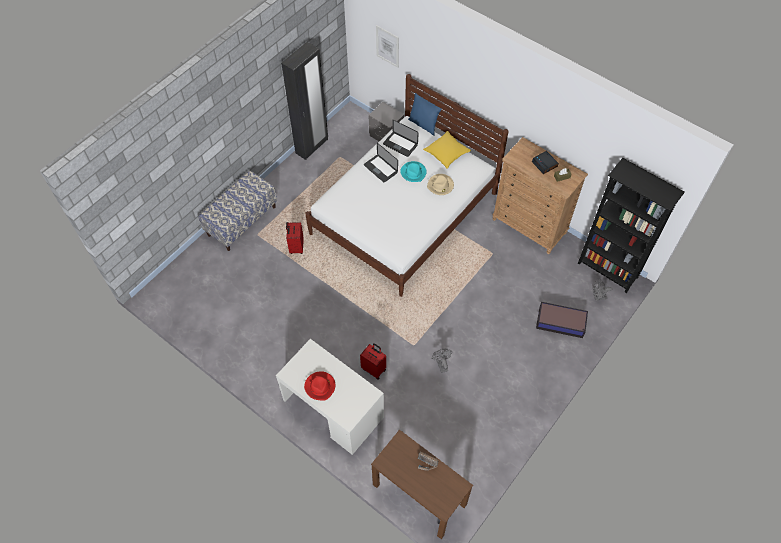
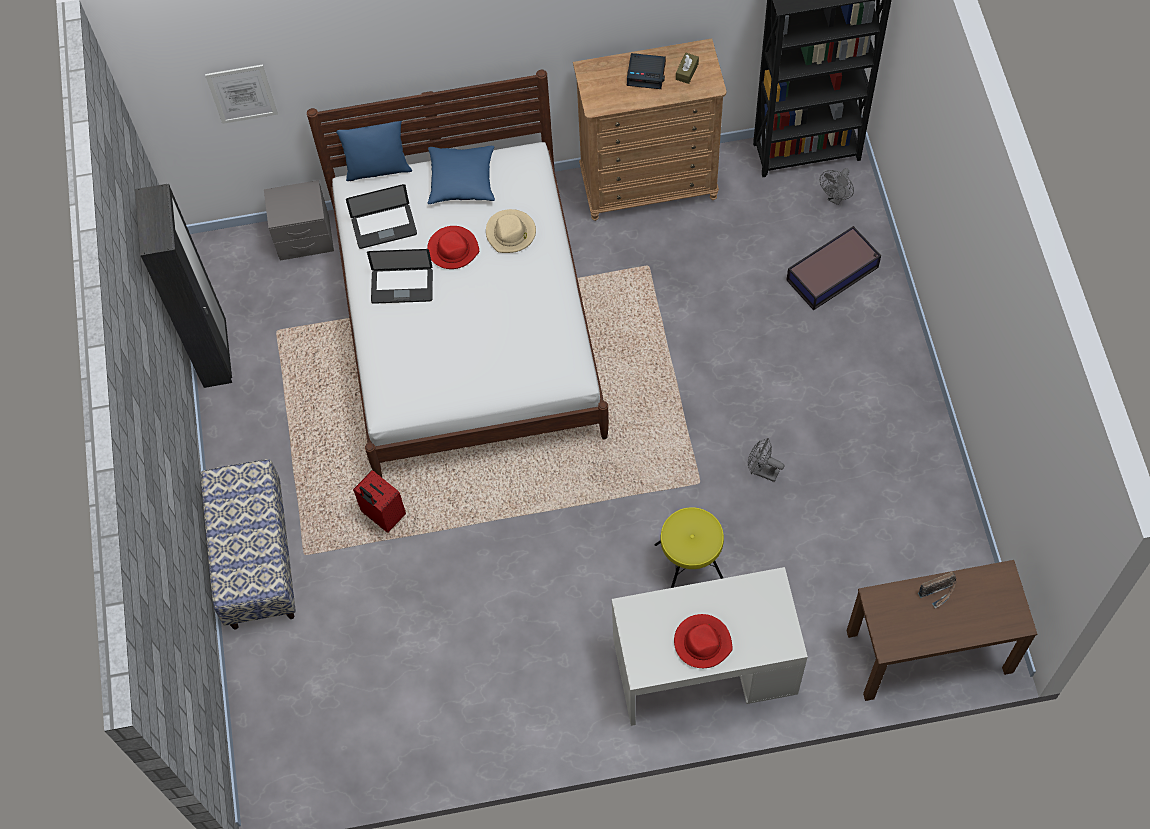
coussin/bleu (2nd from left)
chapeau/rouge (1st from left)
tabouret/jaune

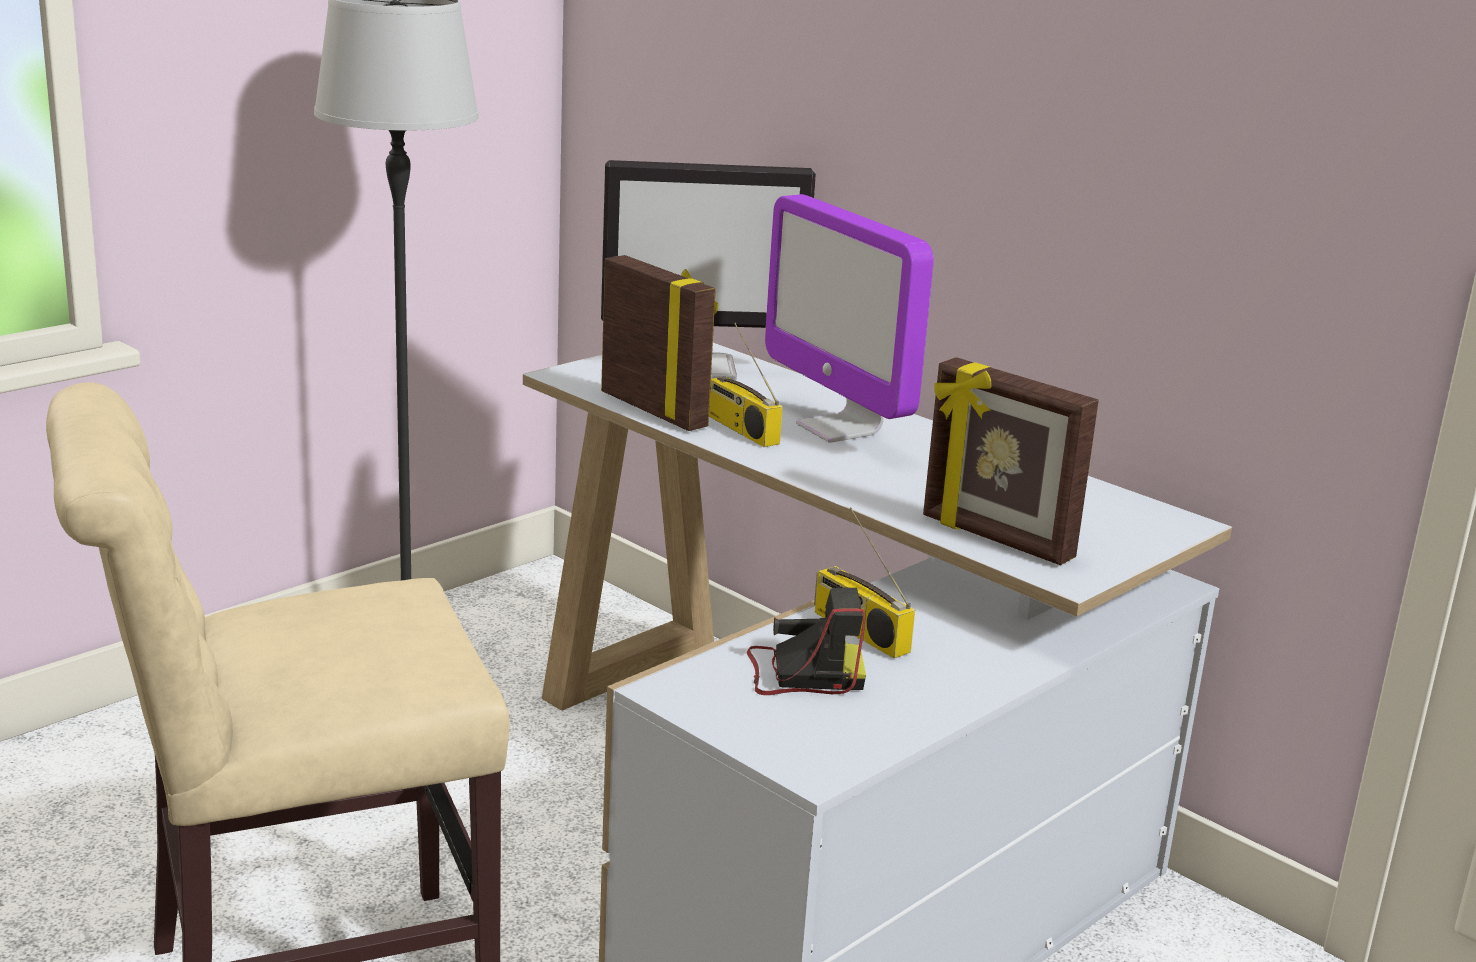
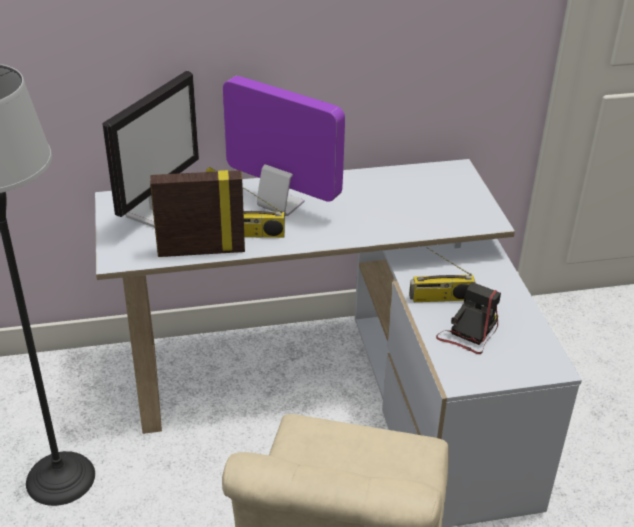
écran d'ordinateur (2nd from left)
cadre photo (2nd from left in the first image)

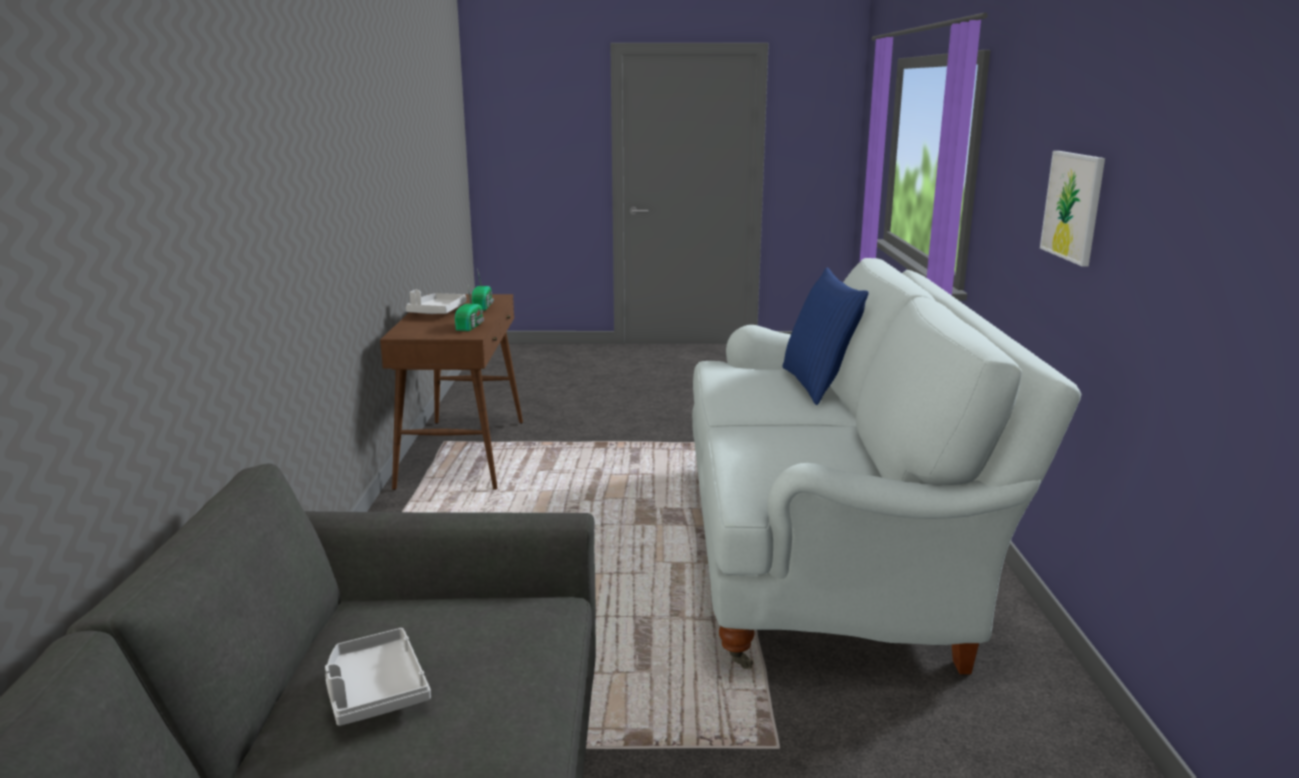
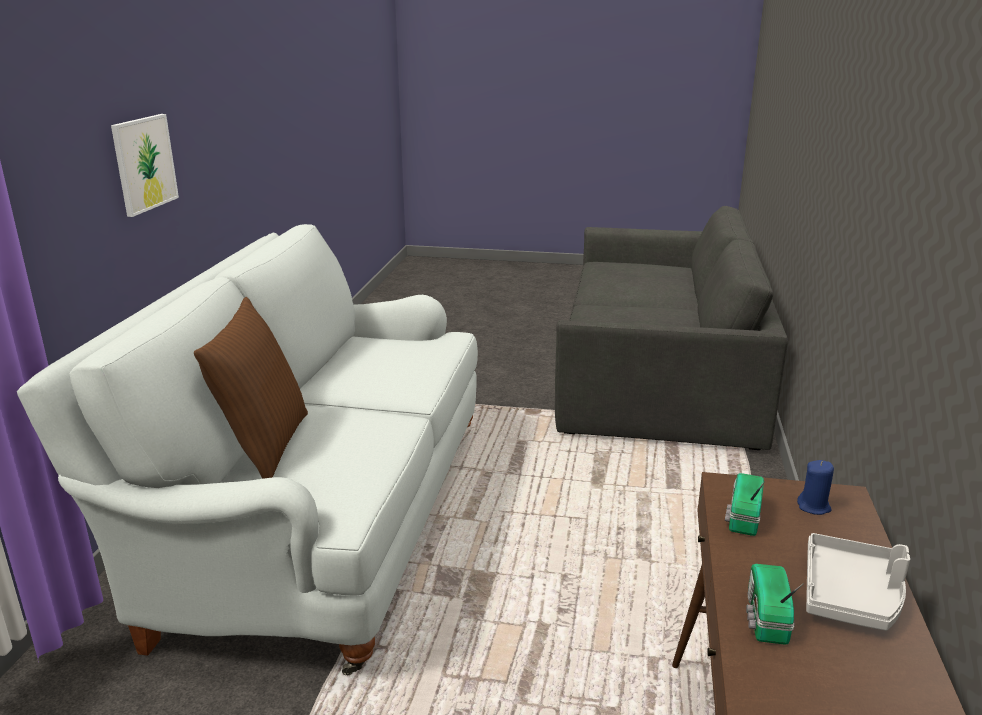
coussin/marron
plateau/gris (1st from left in the first image)
bougie/bleu

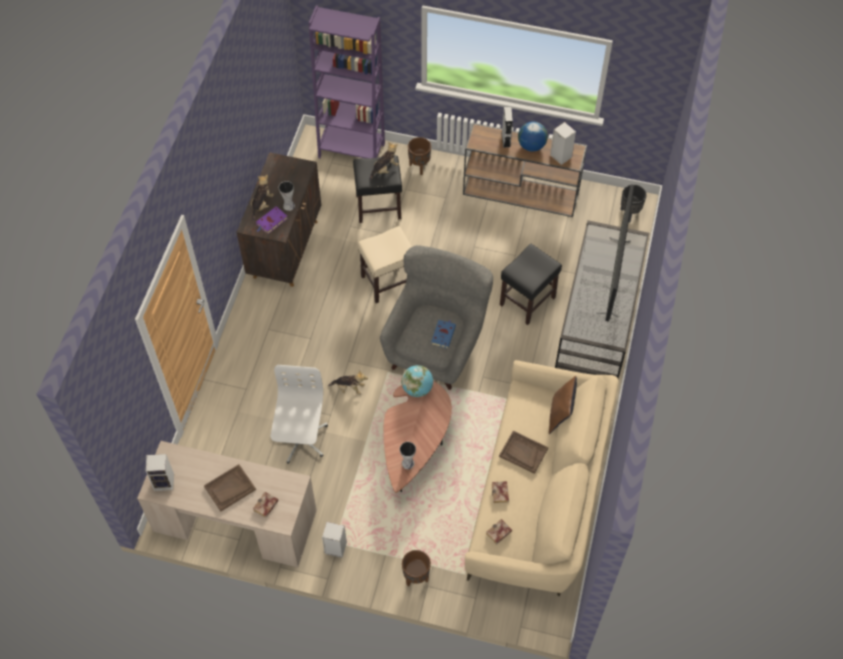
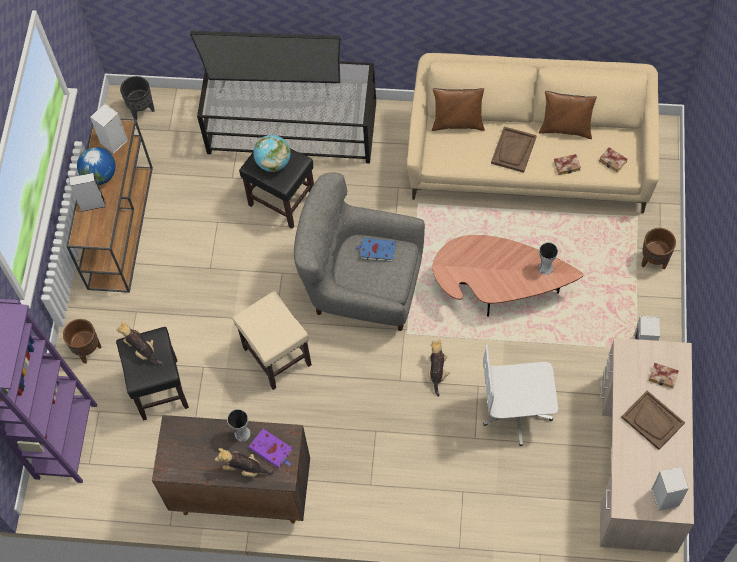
globe (2nd from left)
coussin/marron (2nd from left)

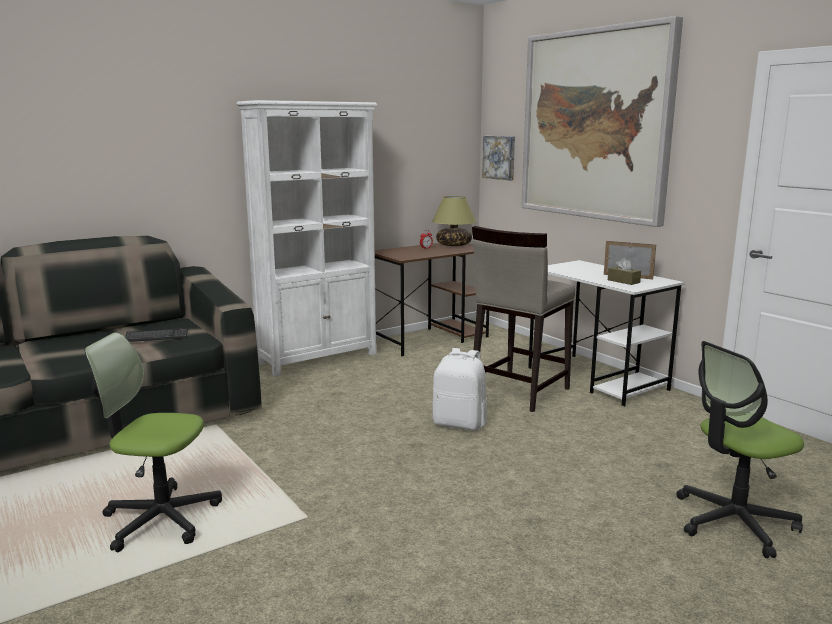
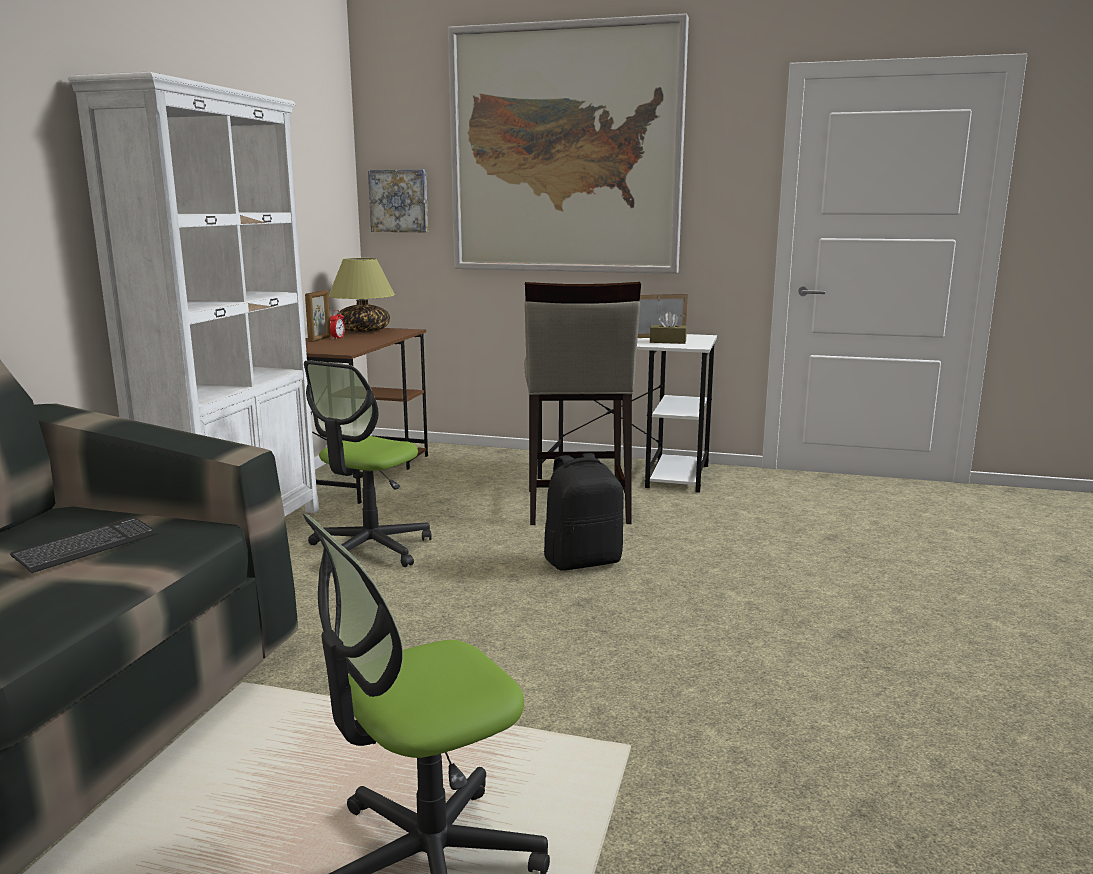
chaise de bureau (1st from left)
sac à dos/noir
cadre photo (1st from left)

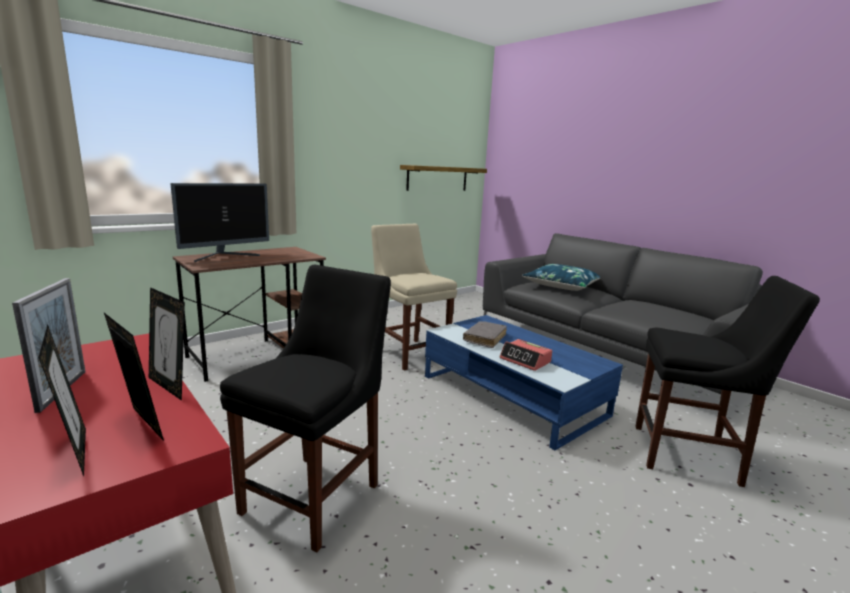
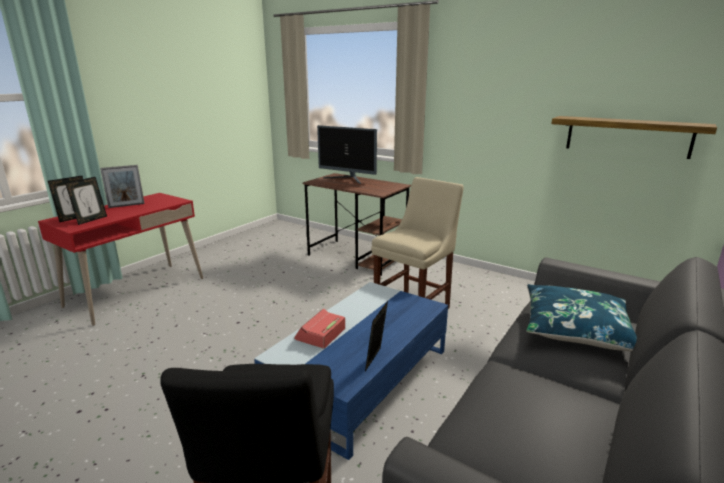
chaise/noir (1st from left in the first image)
cadre photo (4th from left)
livre/gris

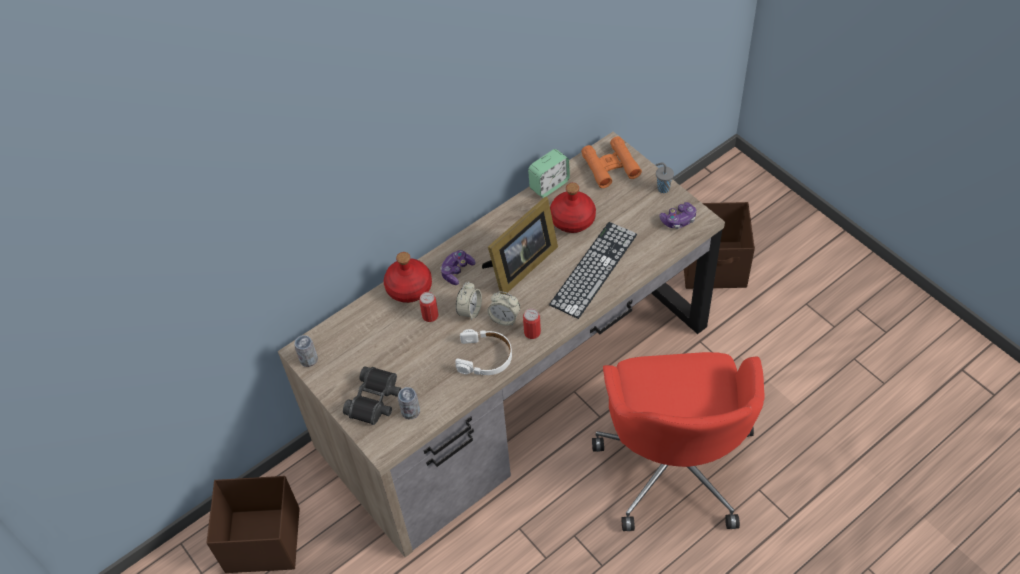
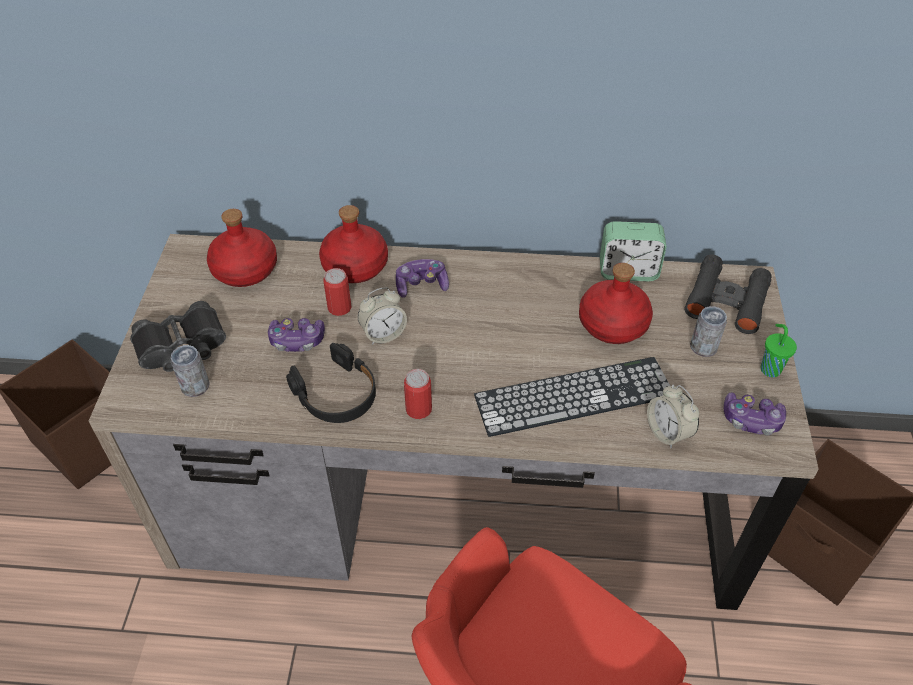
jumelles/noir (2nd from left)
tasse/vert
cadre photo
réveil (3rd from left)
casque audio/noir
boîte métallique (4th from left)
bouteille/rouge (1st from left)
manette (1st from left)

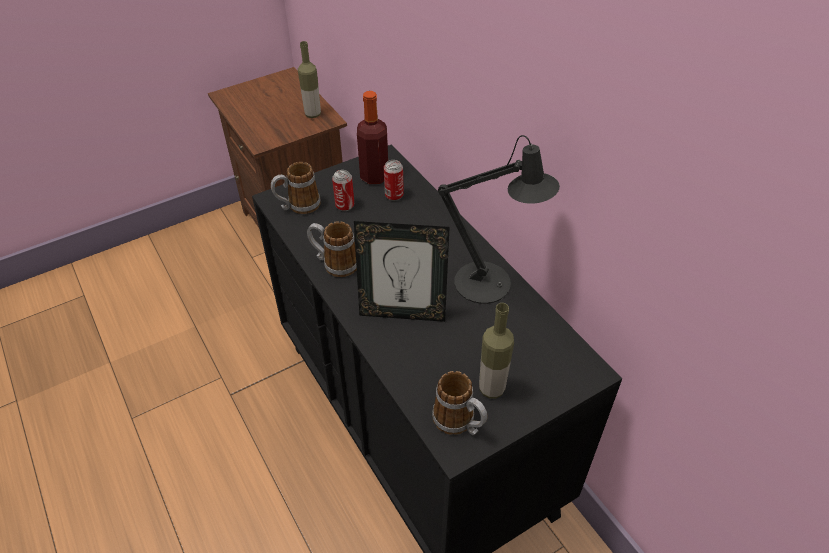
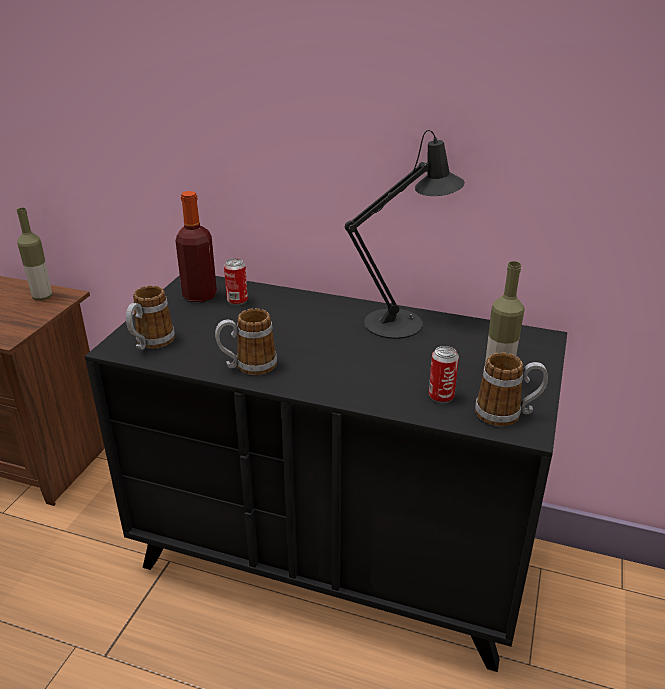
boîte métallique (2nd from left)
cadre photo

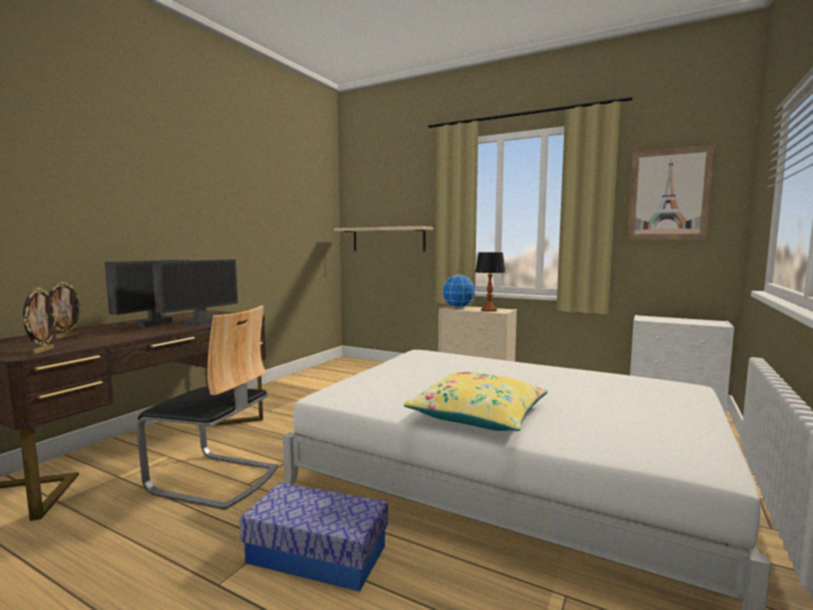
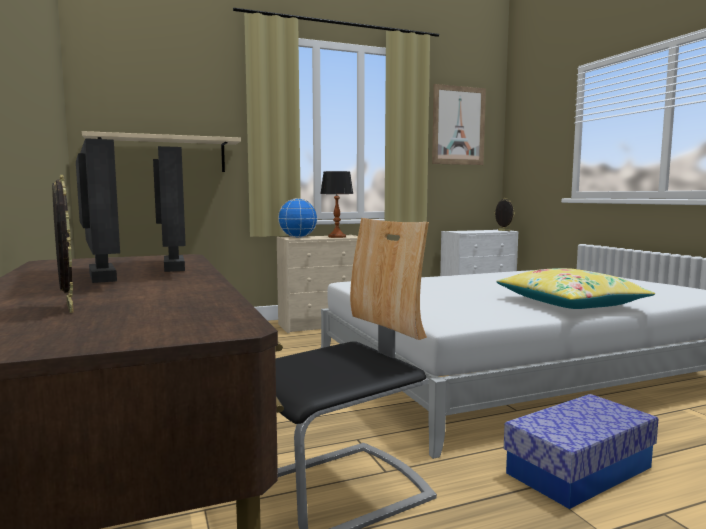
cadre photo (2nd from left)

